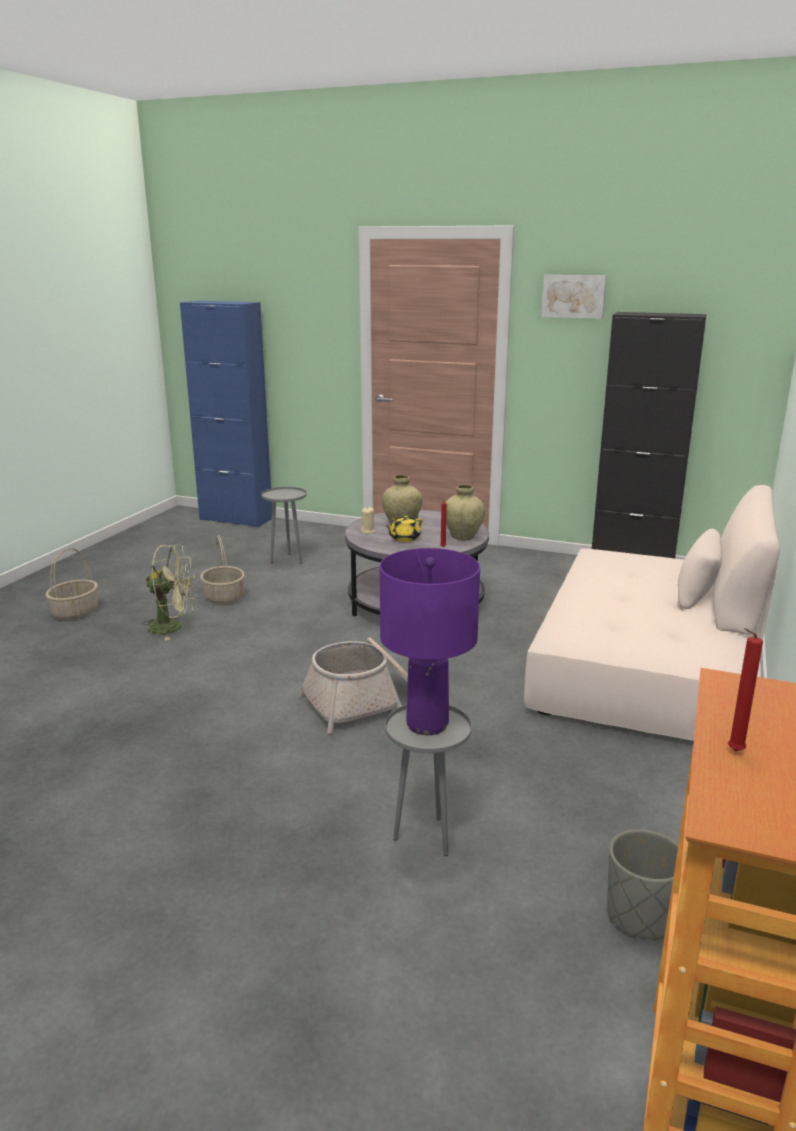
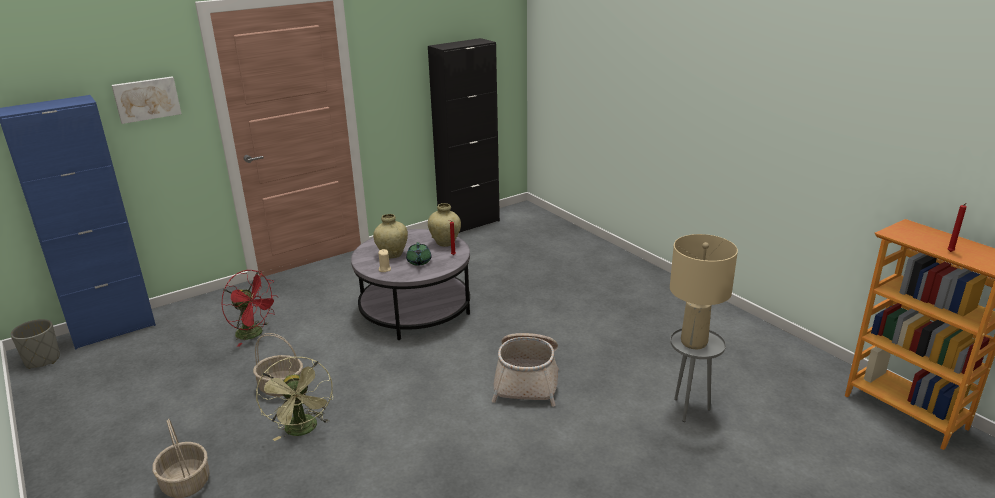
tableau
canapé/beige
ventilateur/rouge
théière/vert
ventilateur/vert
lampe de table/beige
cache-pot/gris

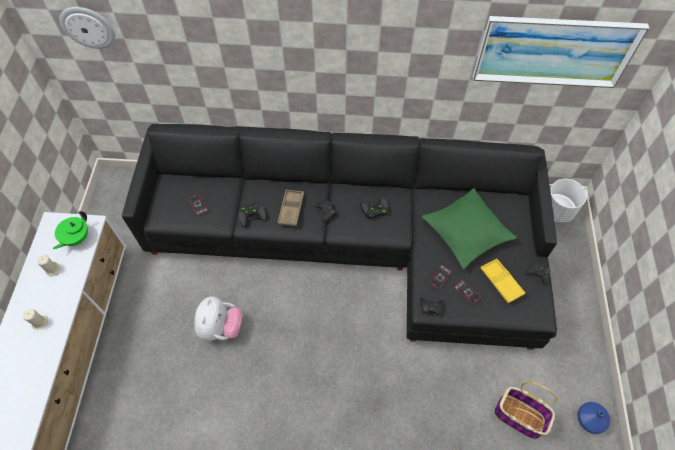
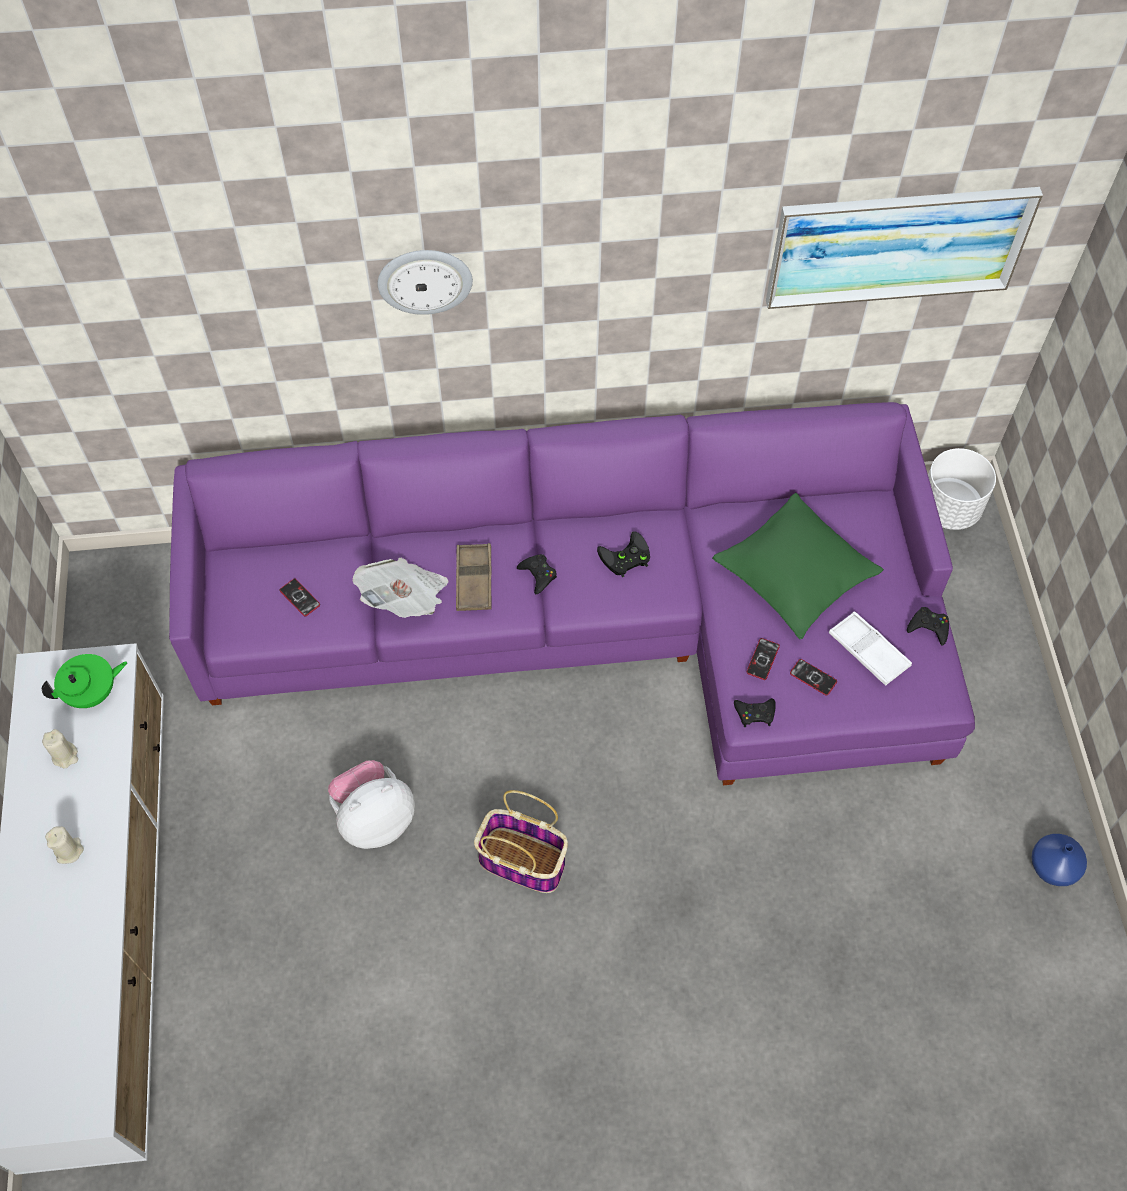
horloge murale
canapé/violet
journal
théière/vert
plateau/blanc
peluche
panier

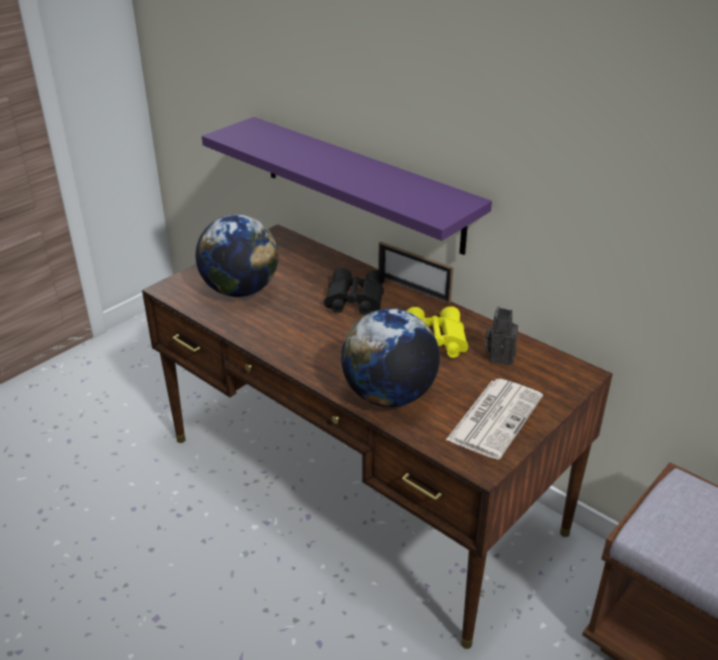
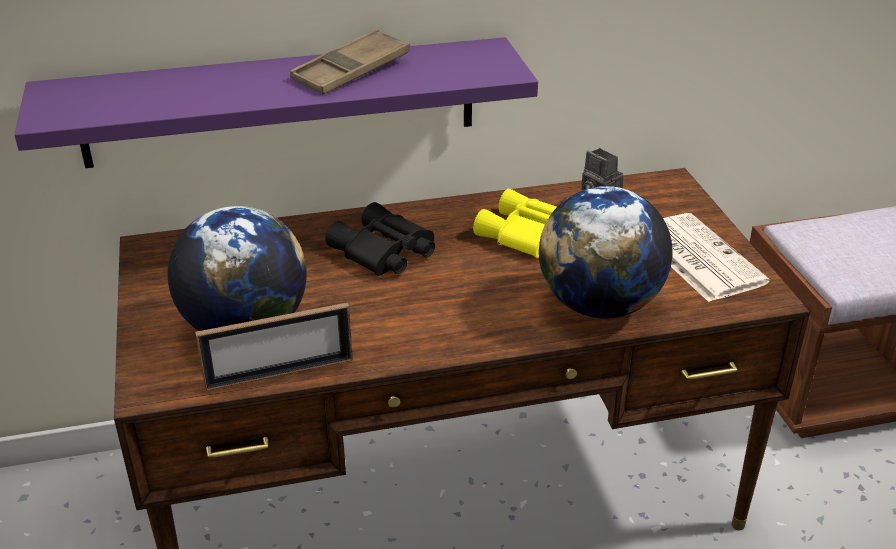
cadre photo
plateau/marron

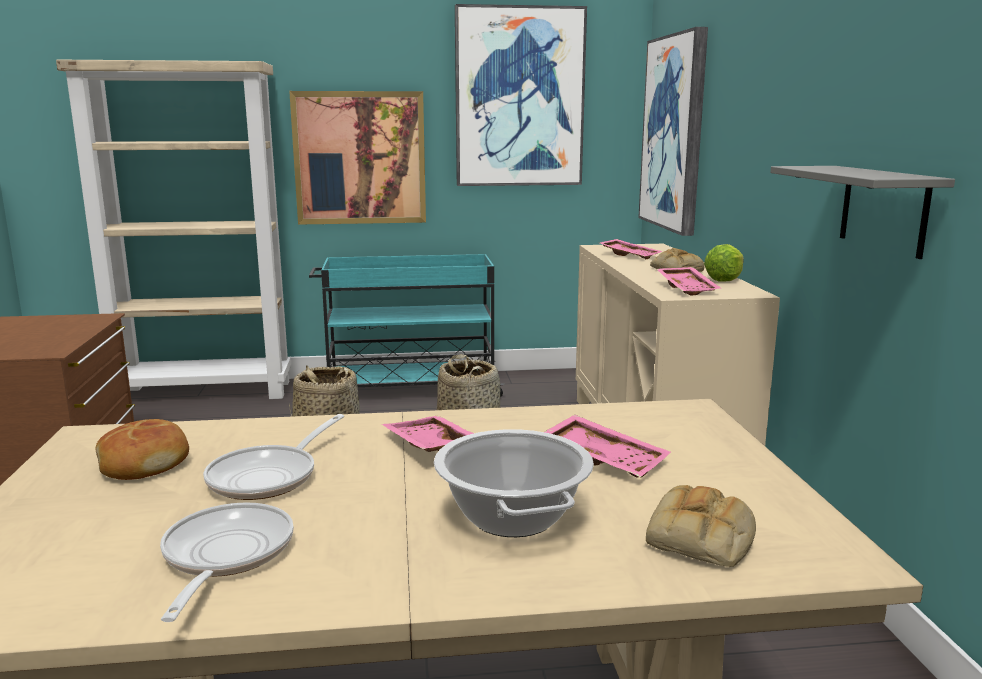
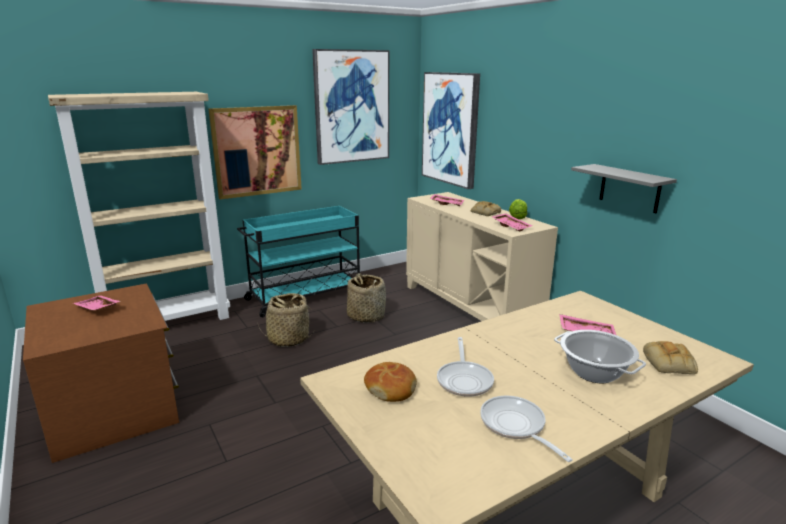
plateau/rose (1st from left)

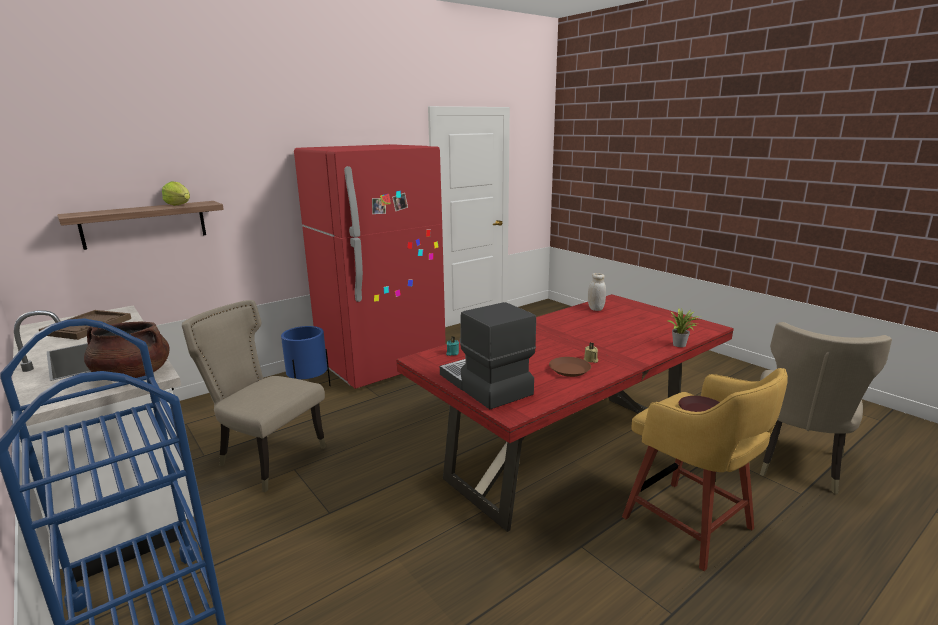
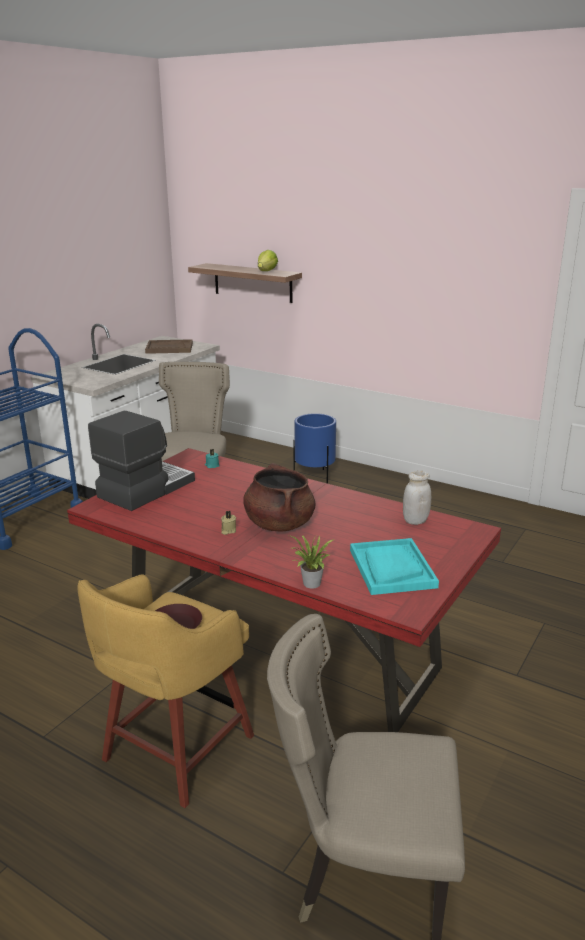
réfrigérateur/rouge
marmite/marron
assiette/marron (1st from left in the first image)
plateau/turquoise

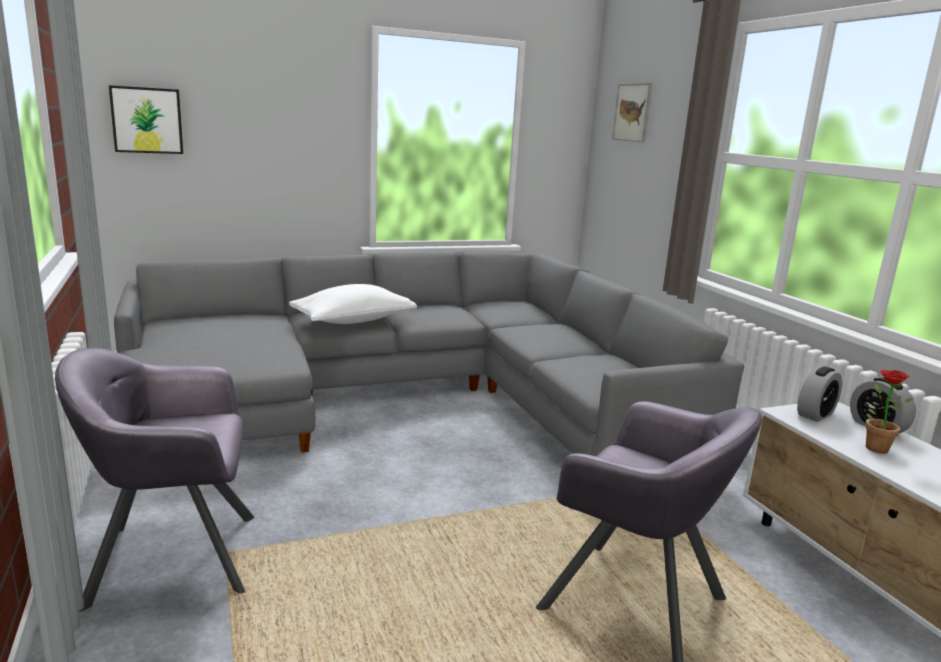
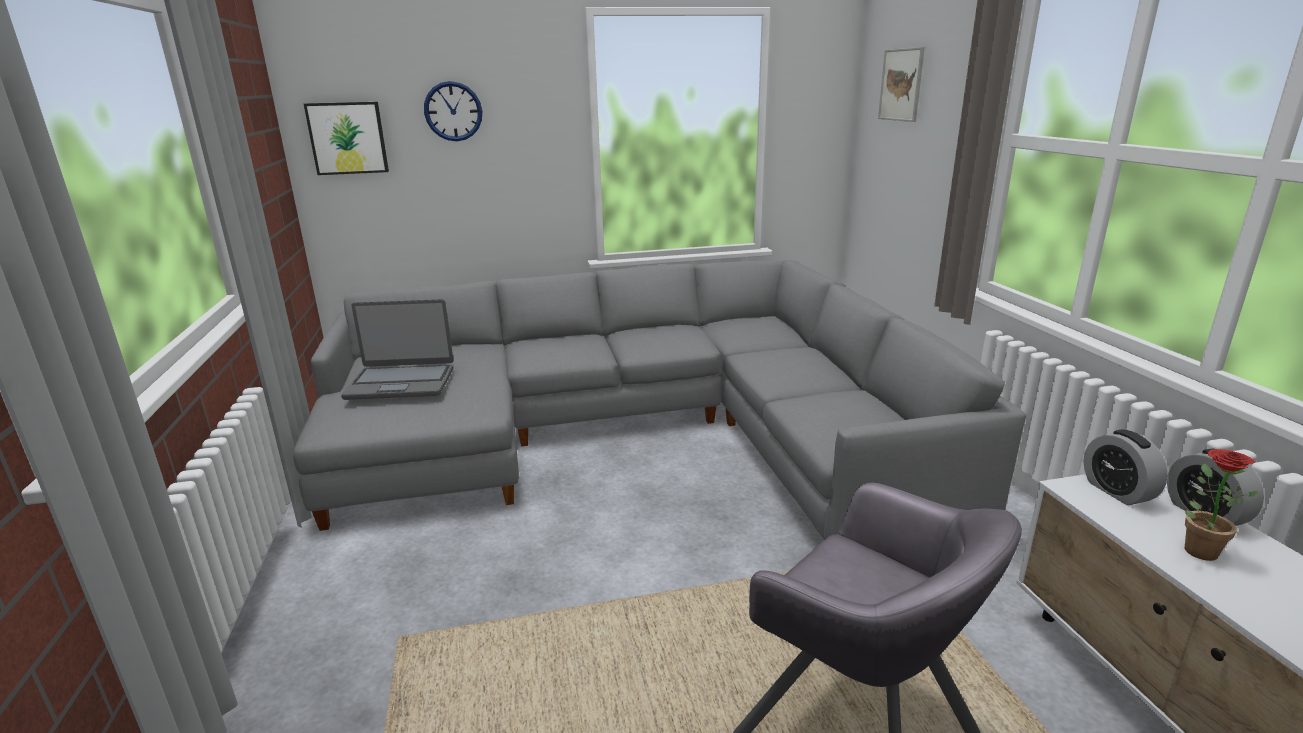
coussin/blanc
fauteuil/gris (1st from left in the first image)
réveil (1st from left)
horloge murale
ordinateur portable

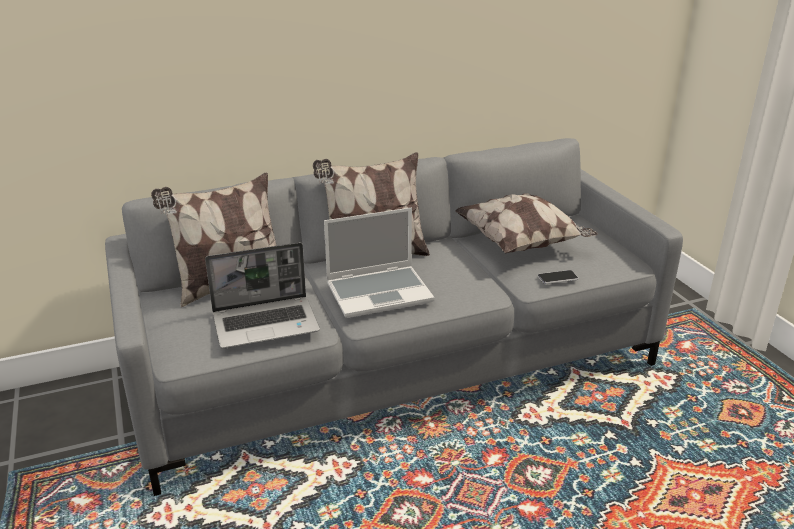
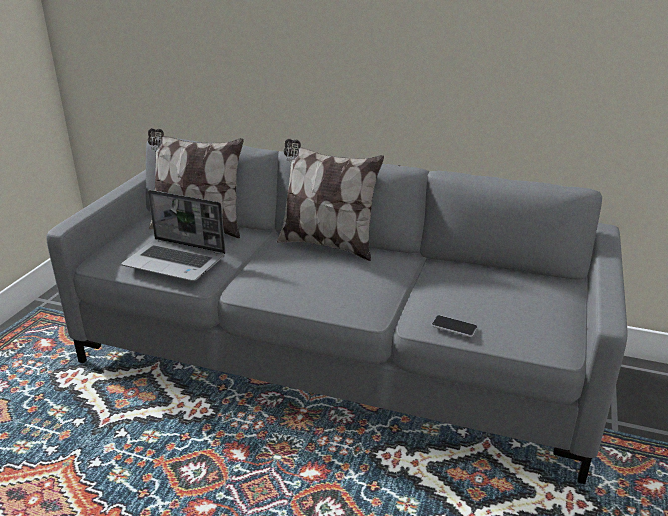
coussin (3rd from left in the first image)
ordinateur portable (2nd from left in the first image)

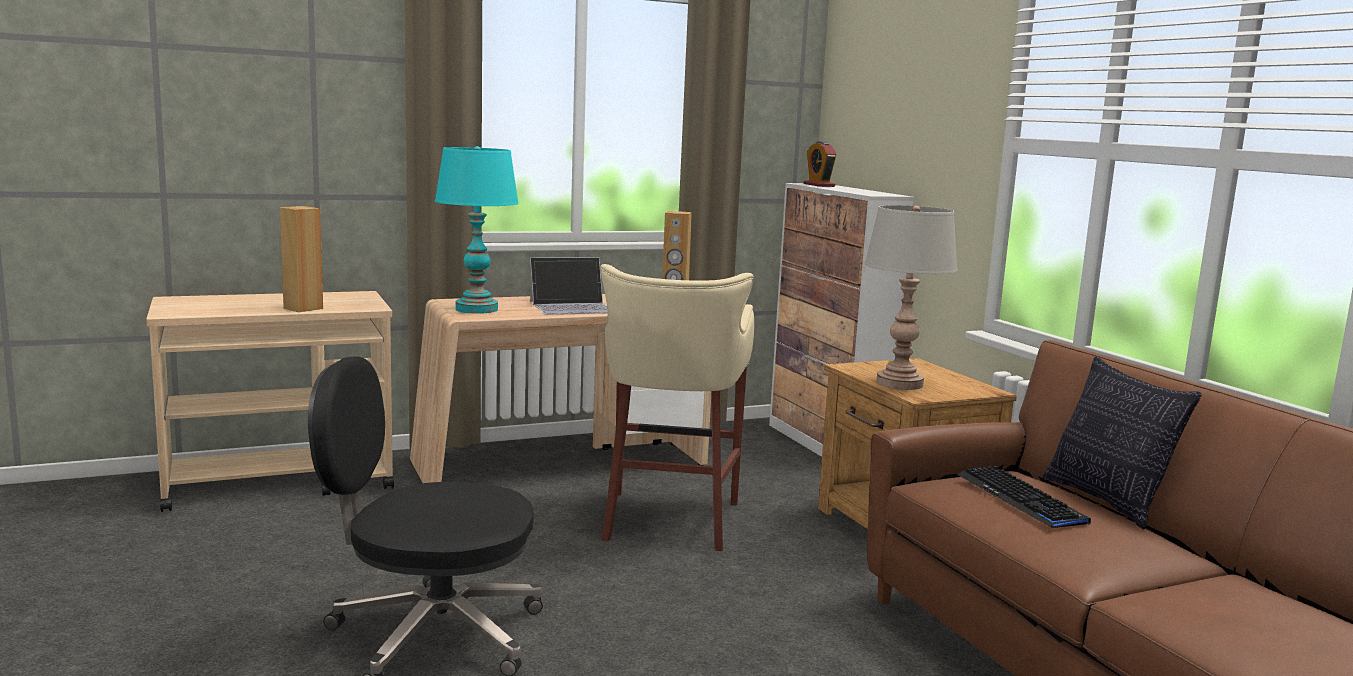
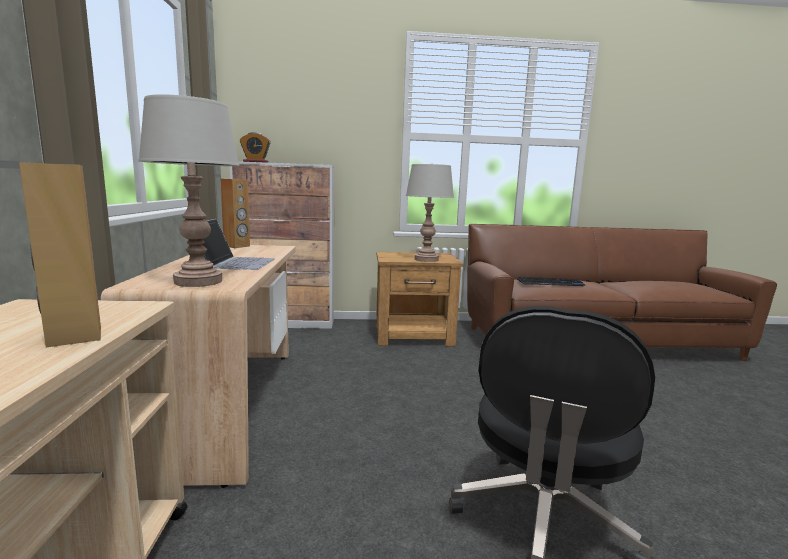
lampe de table/gris (1st from left)
tabouret/beige
coussin

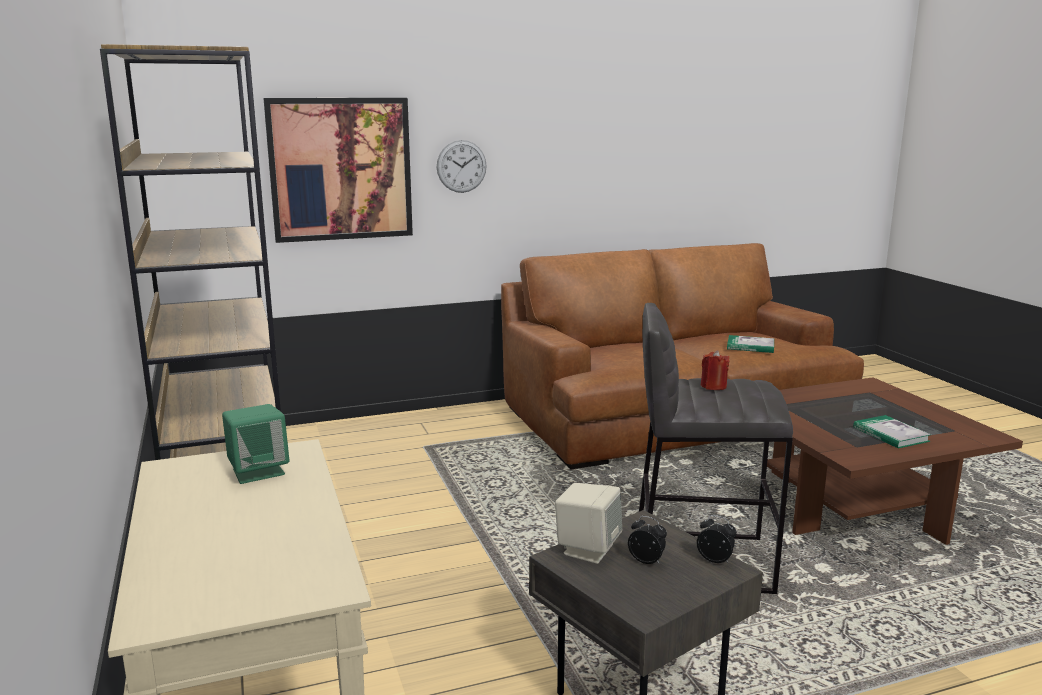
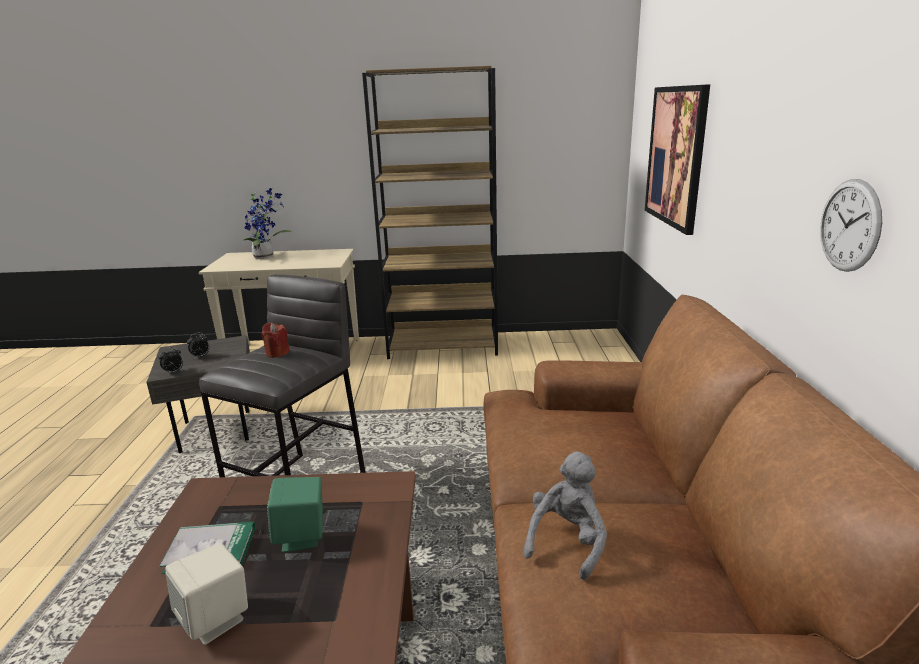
horloge murale
peluche/gris
enceinte/vert
enceinte/beige
plante en pot

